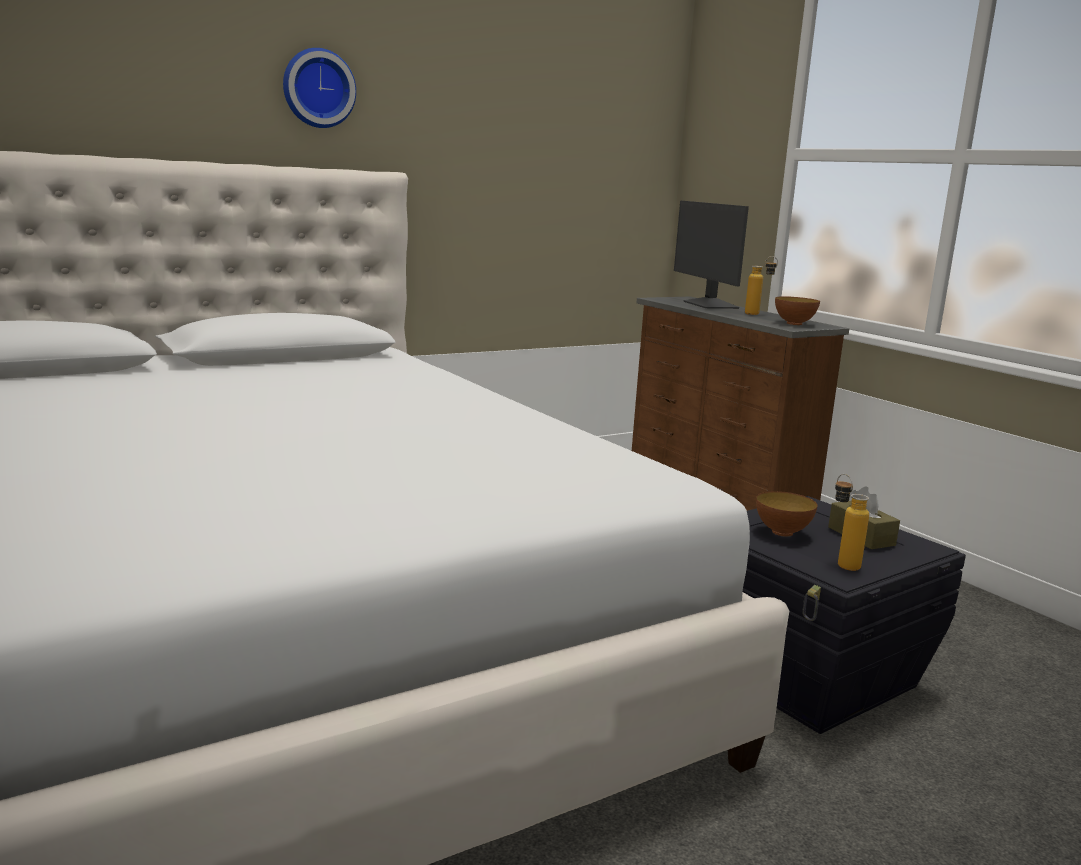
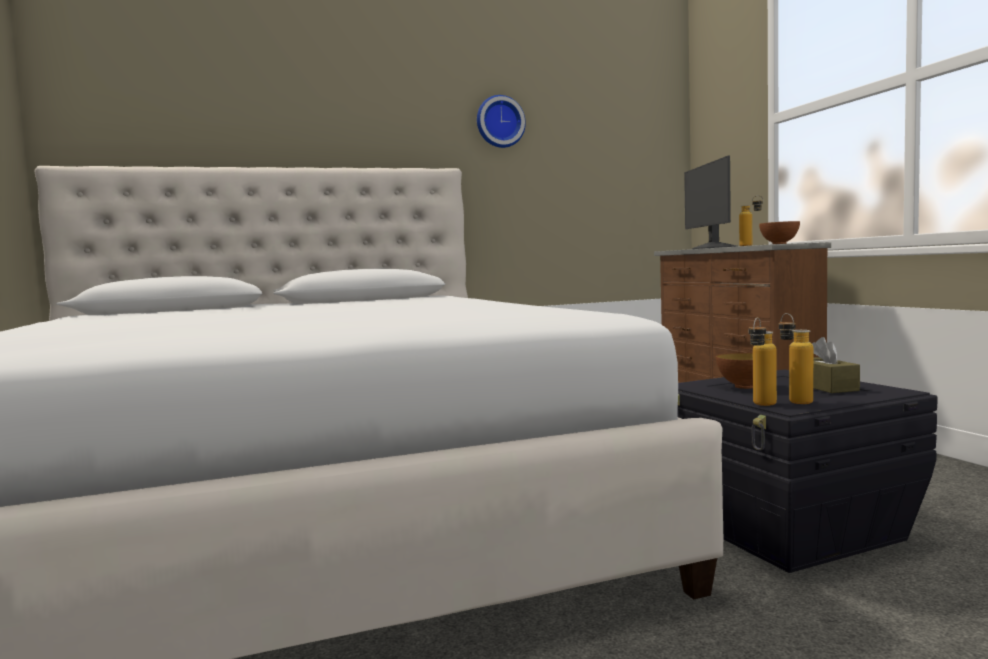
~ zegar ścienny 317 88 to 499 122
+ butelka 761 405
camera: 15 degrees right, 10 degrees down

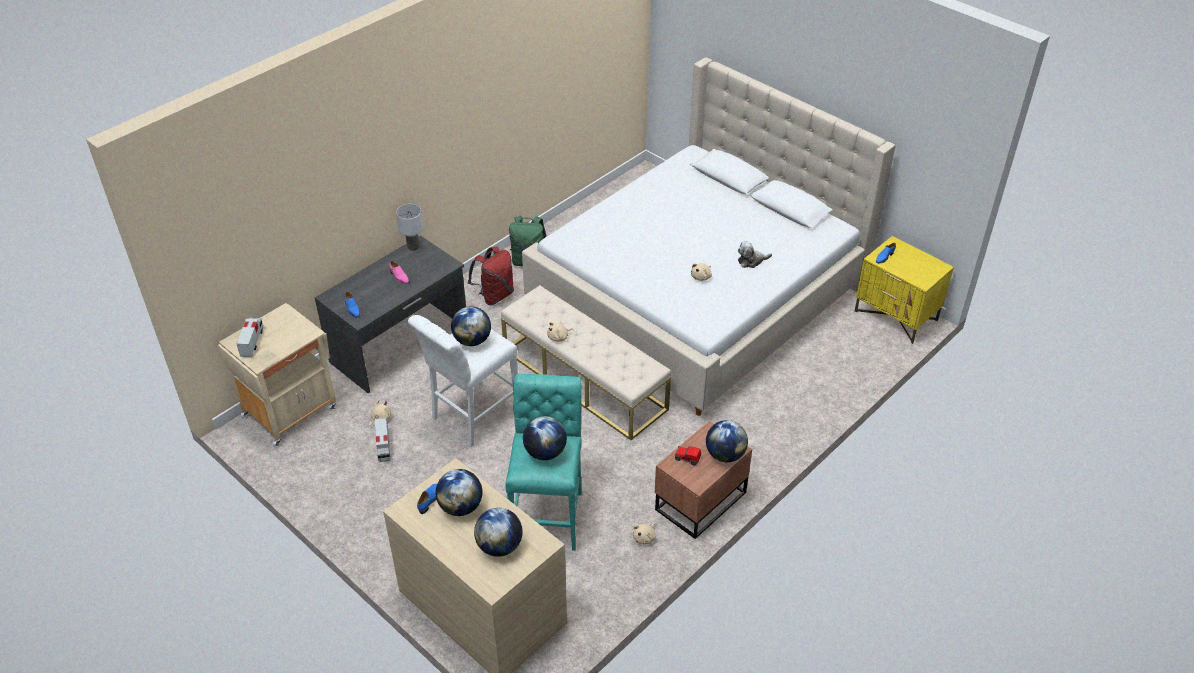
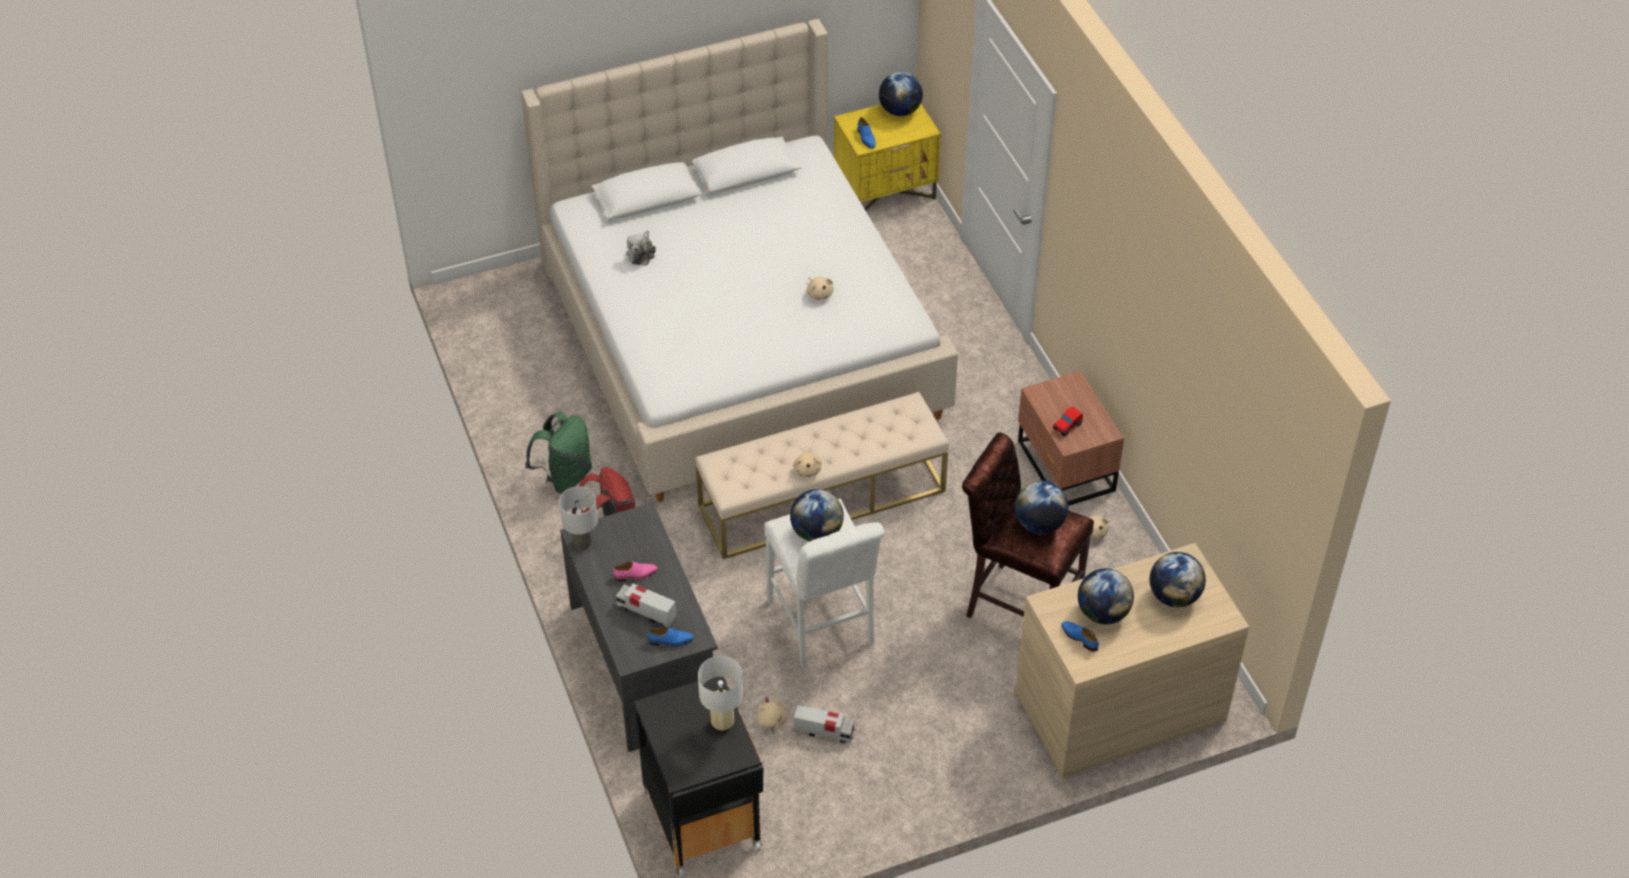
~ wózek/beżowy 291 411 to wózek/czarny 701 817
~ ciężarówka zabawkowa 252 342 to 646 612
~ stołek/turkusowy 549 514 to stołek/brązowy 1017 603
~ globus 725 455 to 900 111
~ pluszak 751 261 to 641 253
+ lampa stołowa/biały 723 723
camera: 65 degrees left, 5 degrees up

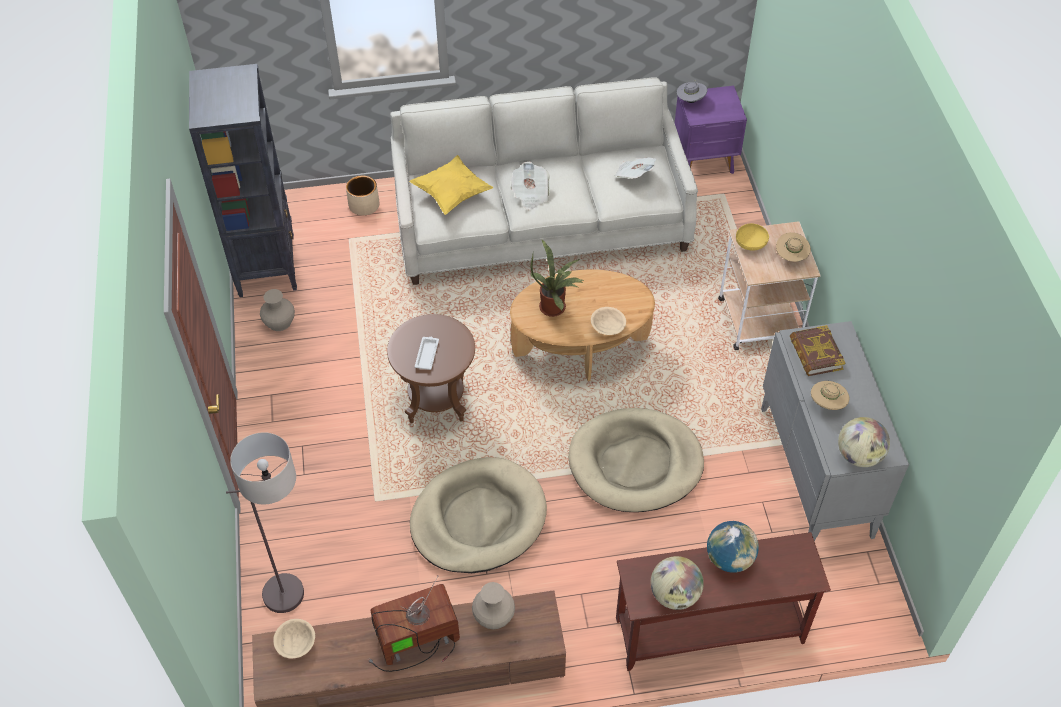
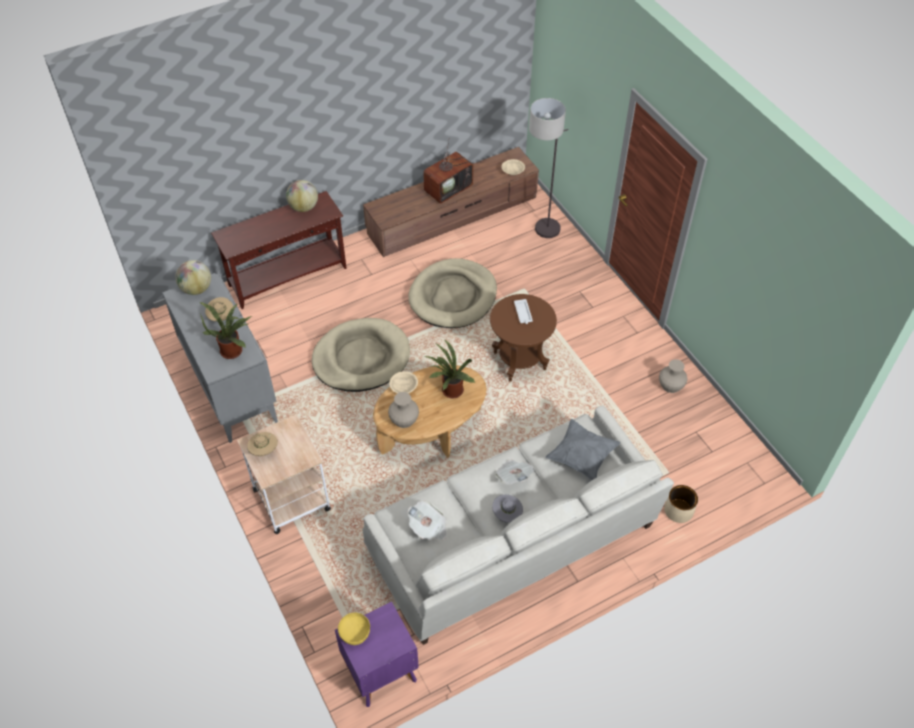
- regał/czarny 267 265
~ poduszka/żółty 452 194 to poduszka/szary 581 457
~ wazon/beżowy 494 616 to 404 419
~ kapelusz/szary 690 100 to 507 514
- globus 729 559
~ miska/żółty 751 244 to 354 632
~ książka 815 354 to roślina doniczkowa 233 350
camera: 160 degrees right, 0 degrees up

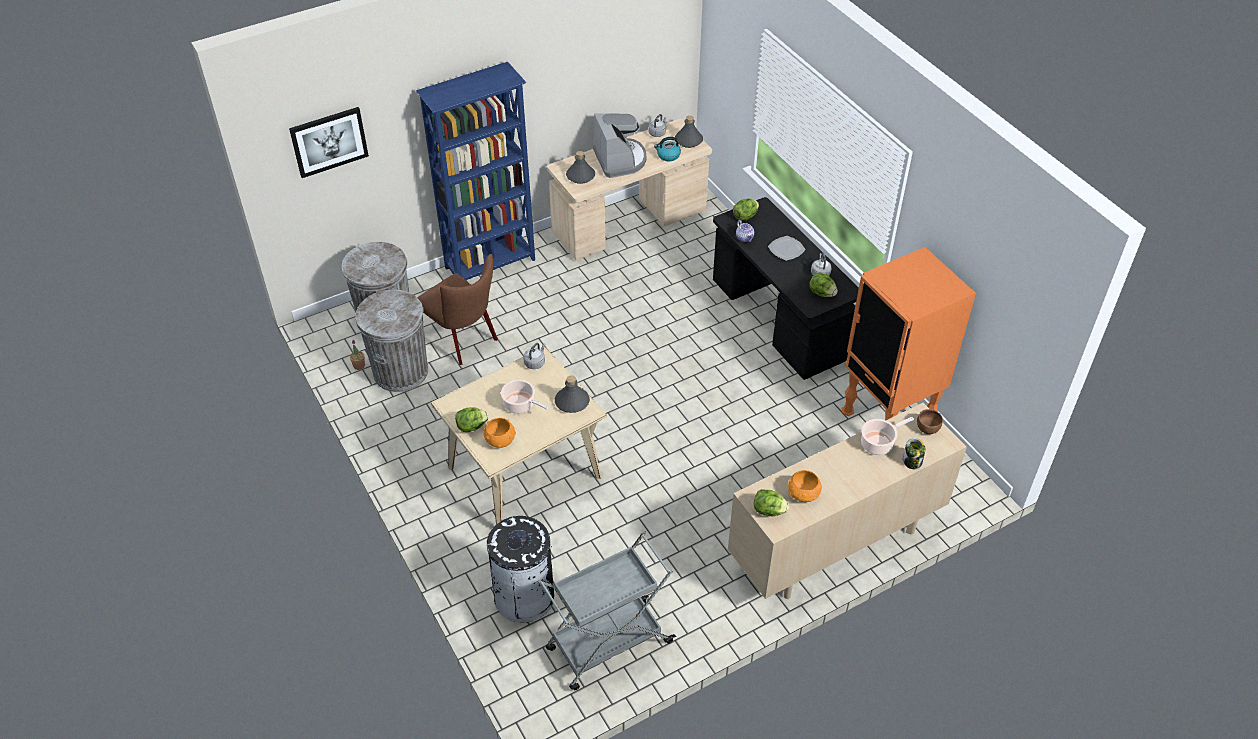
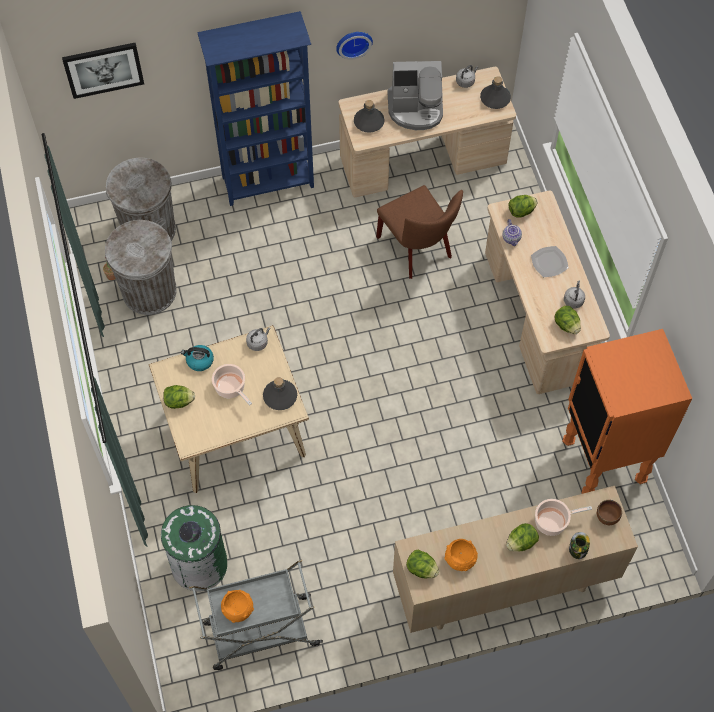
~ krzesło/brązowy 463 339 to 418 249
~ miska/pomarańczowy 500 440 to 238 609
~ kosz na śmieci/czarny 524 596 to kosz na śmieci/zielony 199 564
~ ekspres do kawy 620 160 = 416 109 90 degrees clockwise
~ czajnik 668 155 to 199 361
~ biurko/czarny 778 320 to biurko/beżowy 536 316
+ zegar ścienny 353 42
+ sałata 521 542
camera: 15 degrees right, 15 degrees up

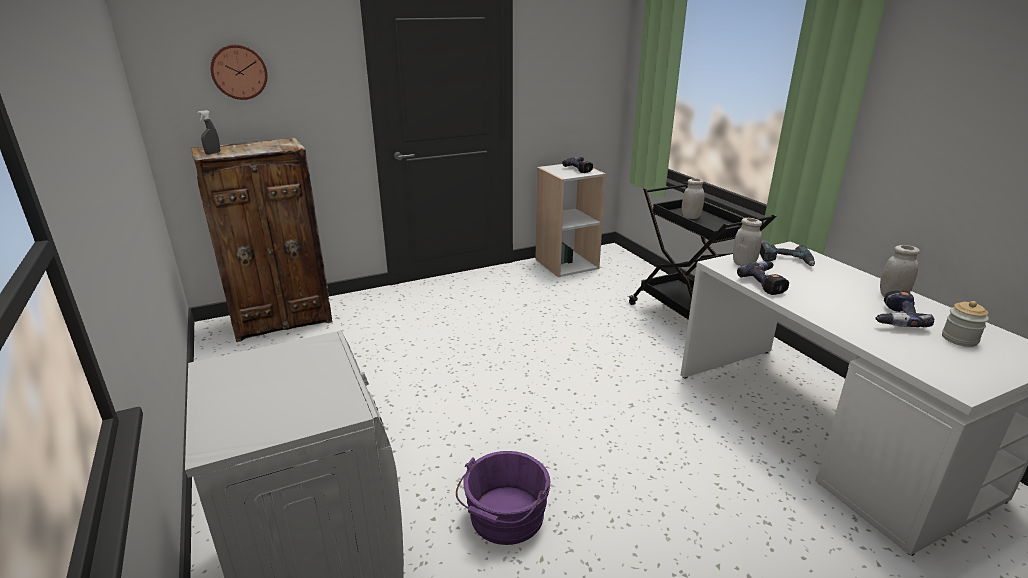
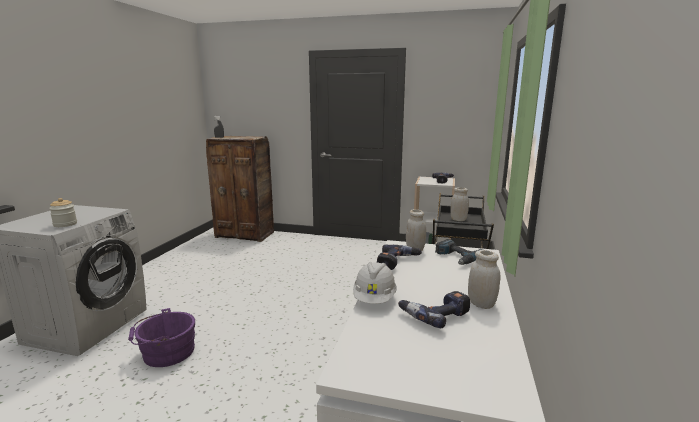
- zegar ścienny 239 72
~ słoik 959 339 to 65 224
+ kask/biały 374 299
camera: 40 degrees right, 10 degrees down

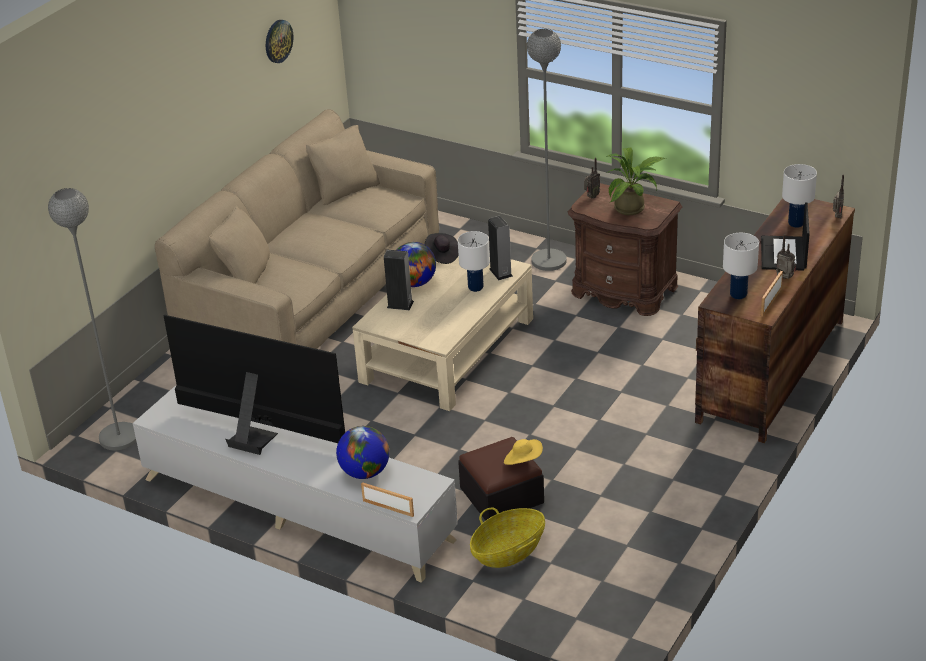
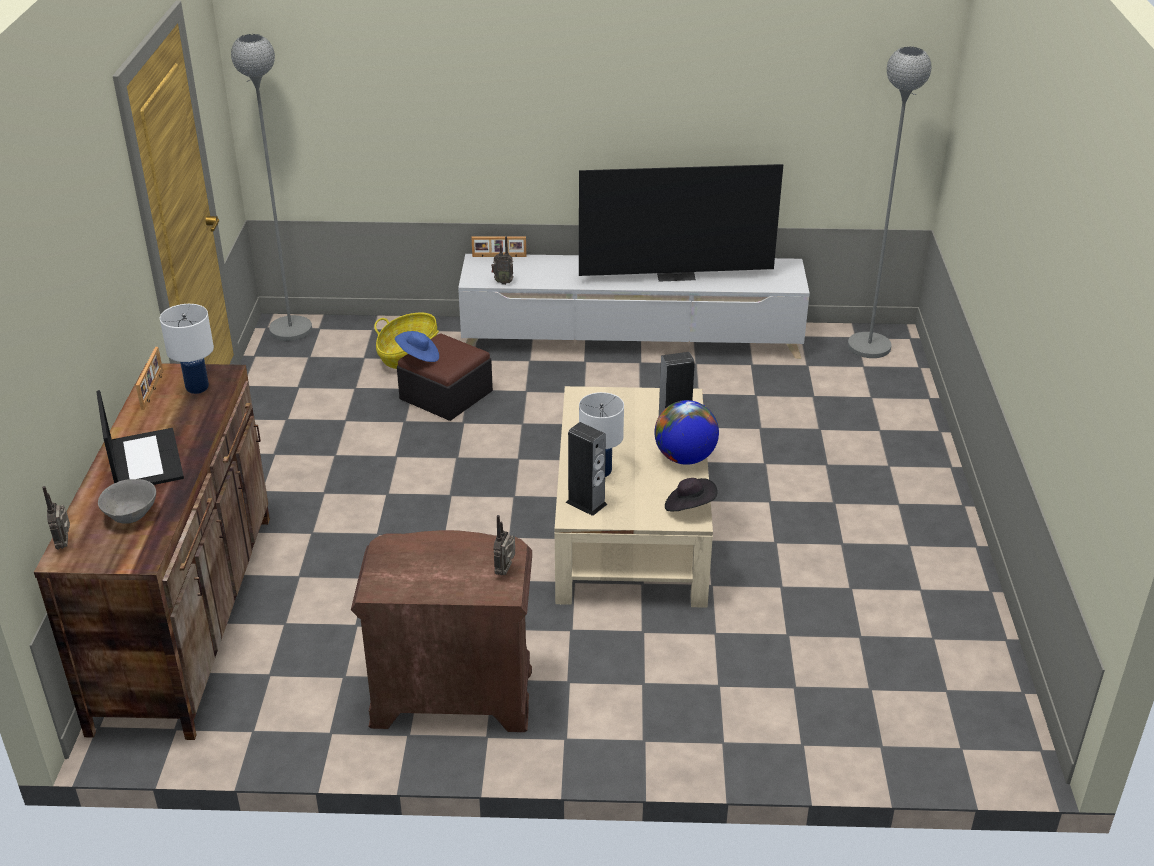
- kanapa/beżowy 314 295
- zegar ścienny 278 41
- globus 365 472
~ kapelusz/żółty 523 461 to kapelusz/niebieski 418 357
~ lampa stojąca/szary 549 261 to 290 330
- roślina doniczkowa 633 208
~ radio 784 279 to 503 282
~ lampa stołowa/biały 796 224 to miska/szary 131 514
camera: 150 degrees right, 0 degrees up

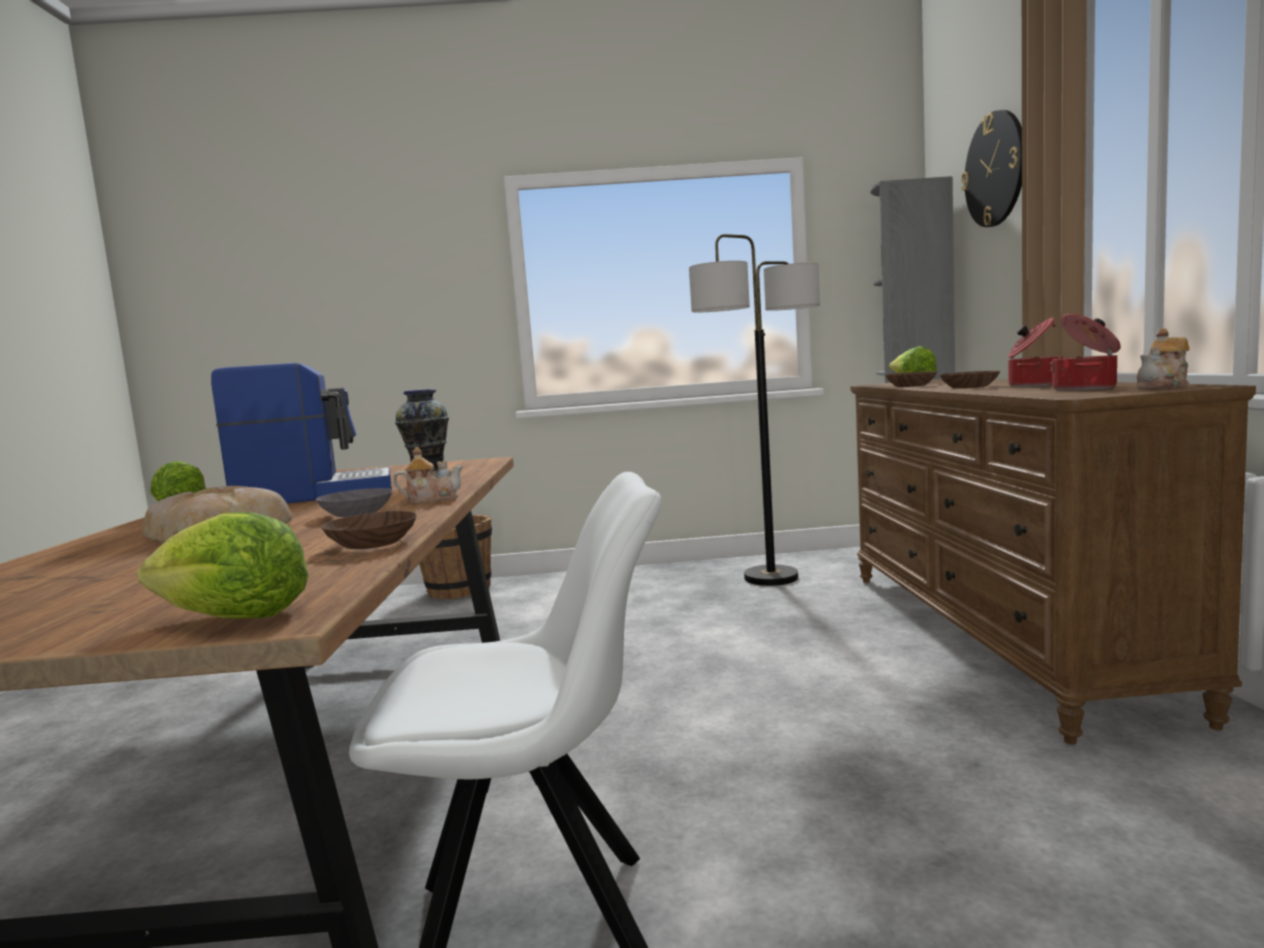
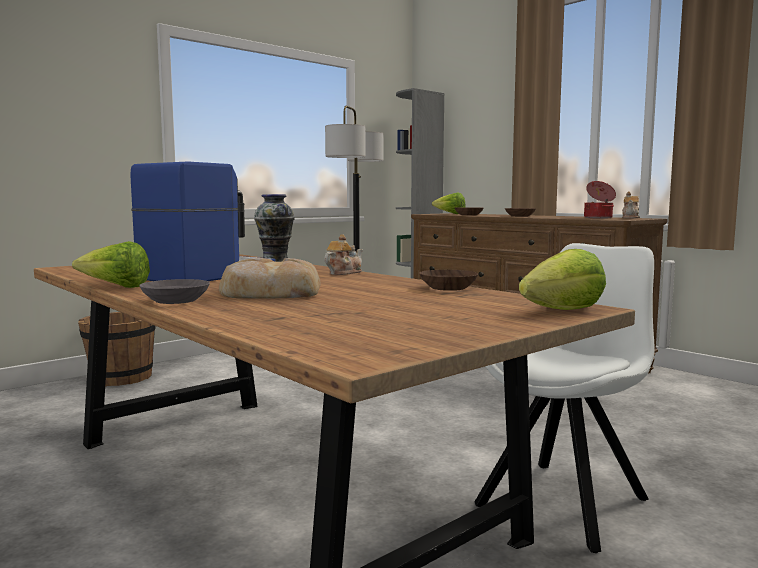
~ miska/szary 359 513 to 177 301
- zegar ścienny 995 169
- garnek 1033 385
camera: 40 degrees left, 0 degrees up

